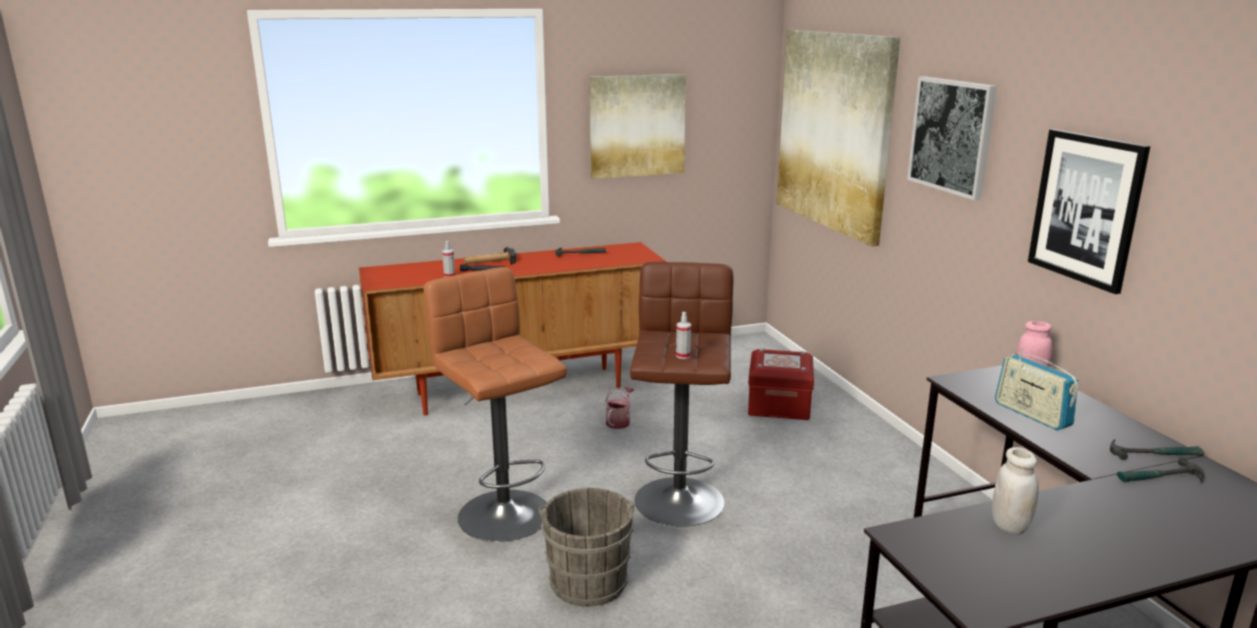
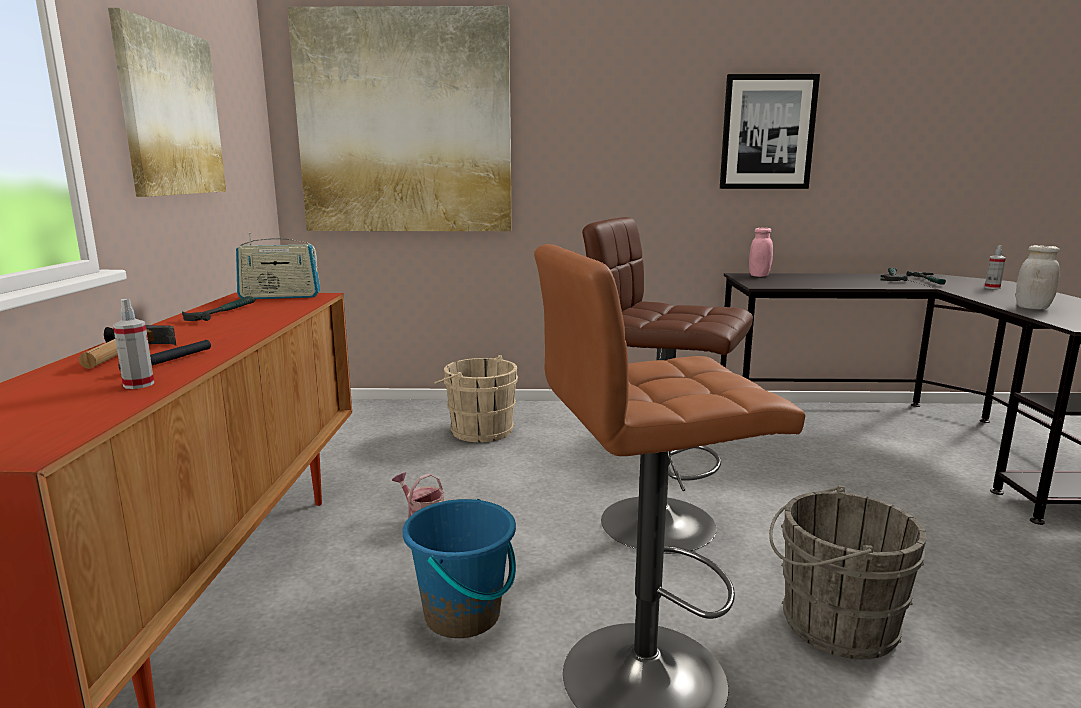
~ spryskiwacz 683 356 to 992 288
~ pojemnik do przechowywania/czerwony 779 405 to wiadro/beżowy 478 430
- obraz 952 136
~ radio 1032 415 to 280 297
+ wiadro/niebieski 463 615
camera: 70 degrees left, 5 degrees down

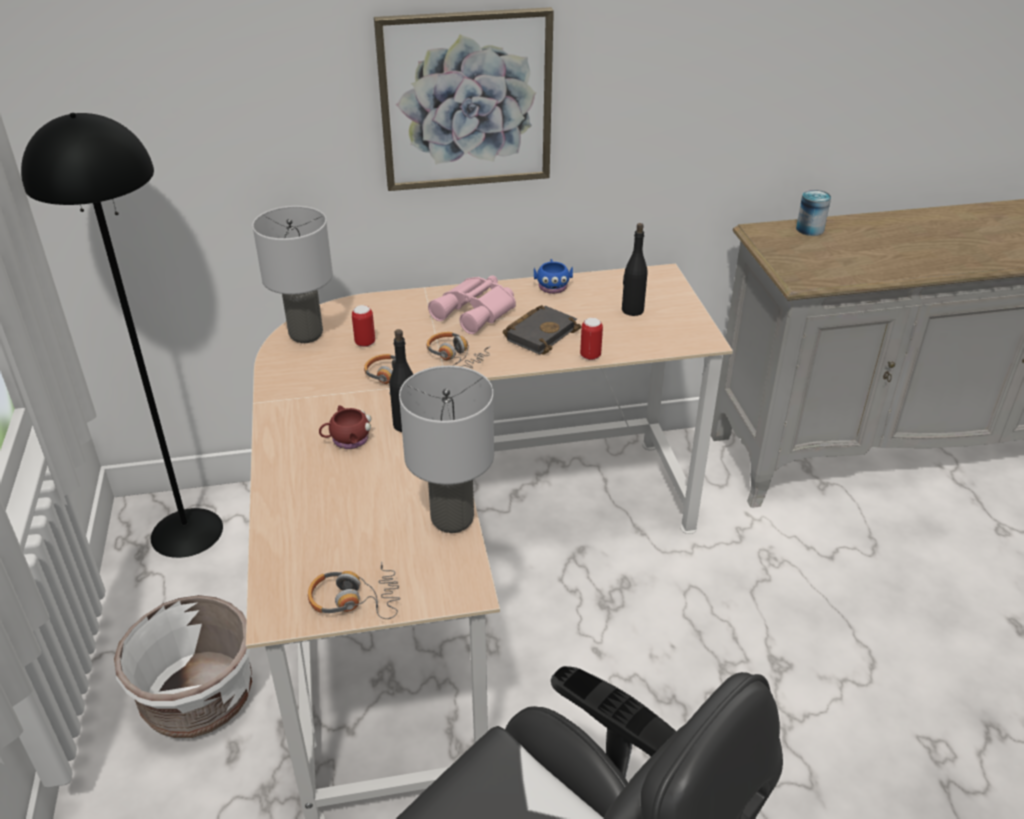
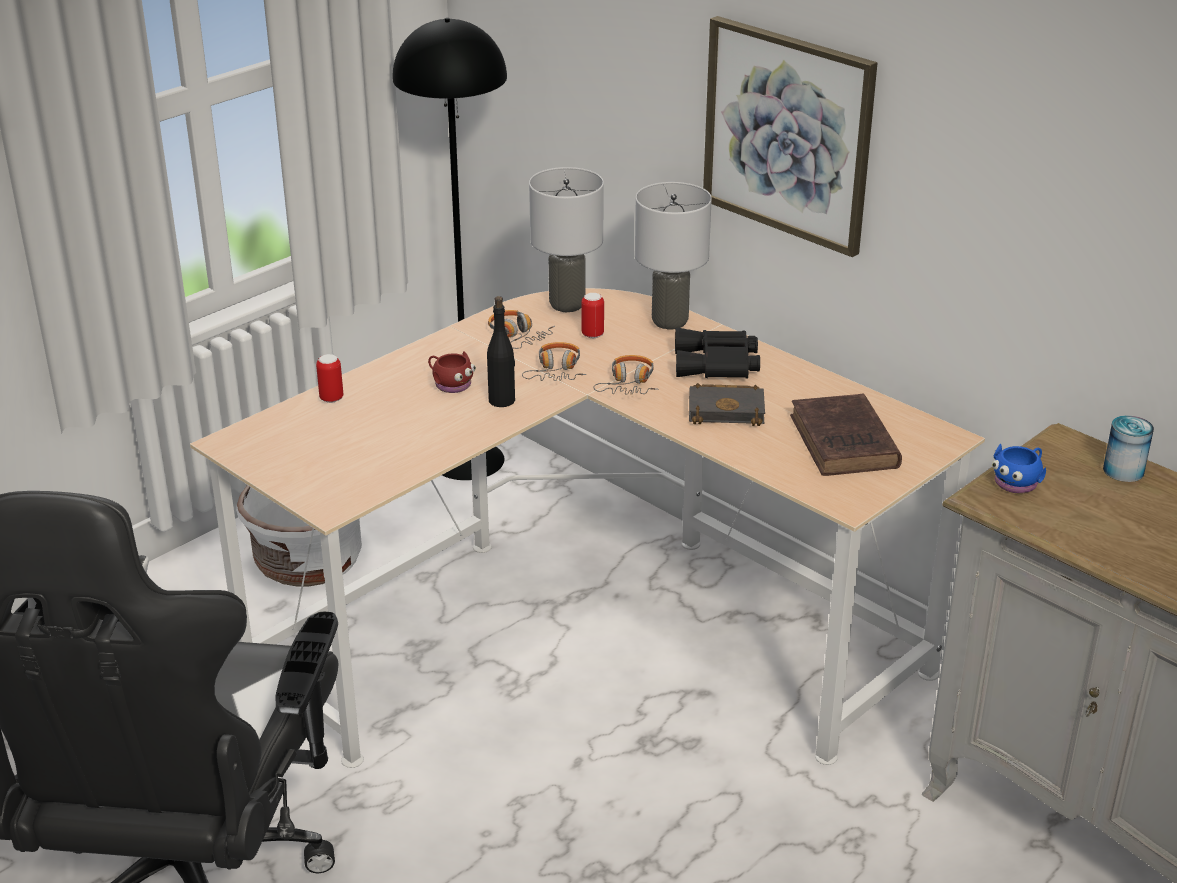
~ słuchawki 355 600 to 518 336
~ lampa stołowa/biały 451 519 to 671 321
~ lornetka/różowy 476 312 to lornetka/czarny 717 365
~ kubek/niebieski 552 285 to 1018 481
~ puszka 590 356 to 331 398
~ butelka/czarny 632 310 to książka/brązowy 845 444
camera: 55 degrees right, 5 degrees down

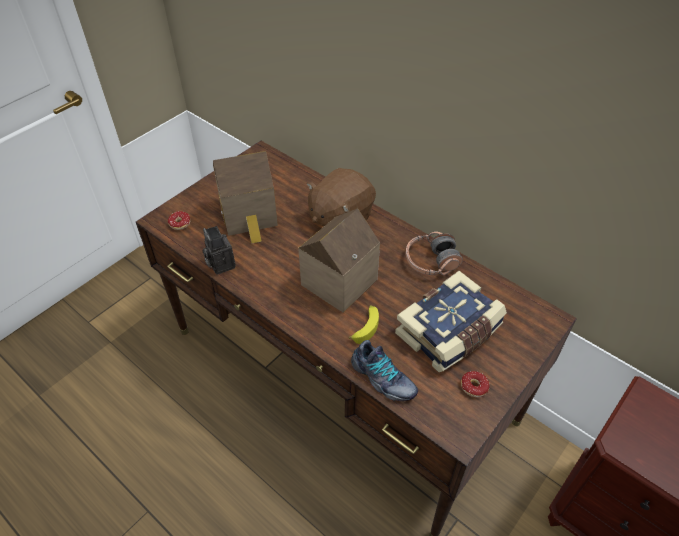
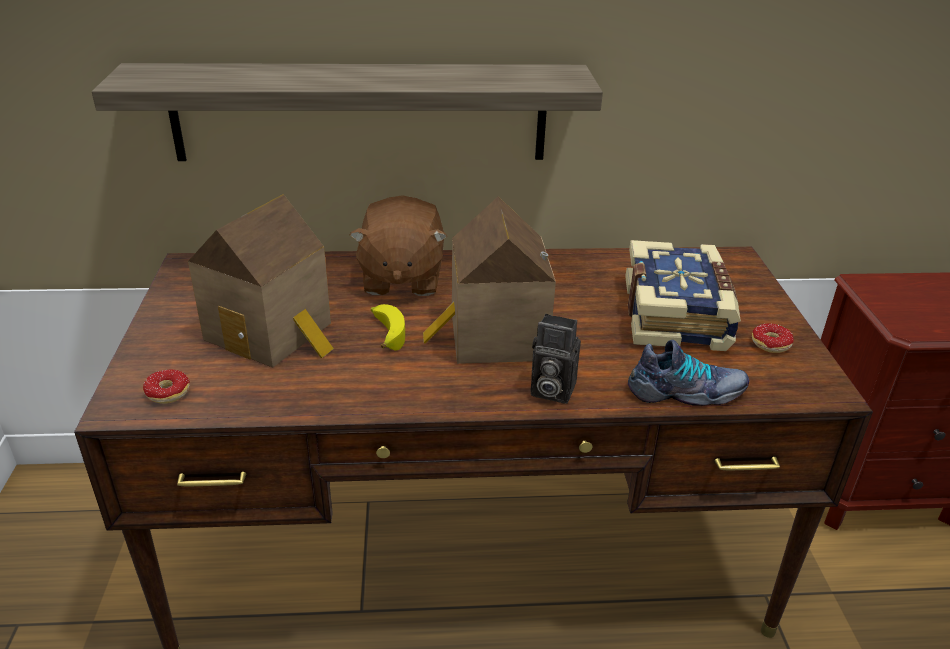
~ aparat fotograficzny 220 264 to 549 390
~ banan 365 327 to 386 333
- słuchawki 431 261
+ półka 360 112
camera: 45 degrees left, 15 degrees down

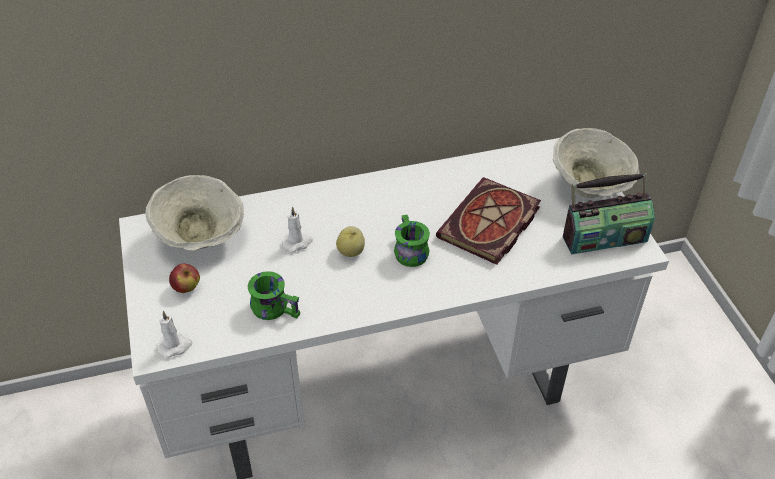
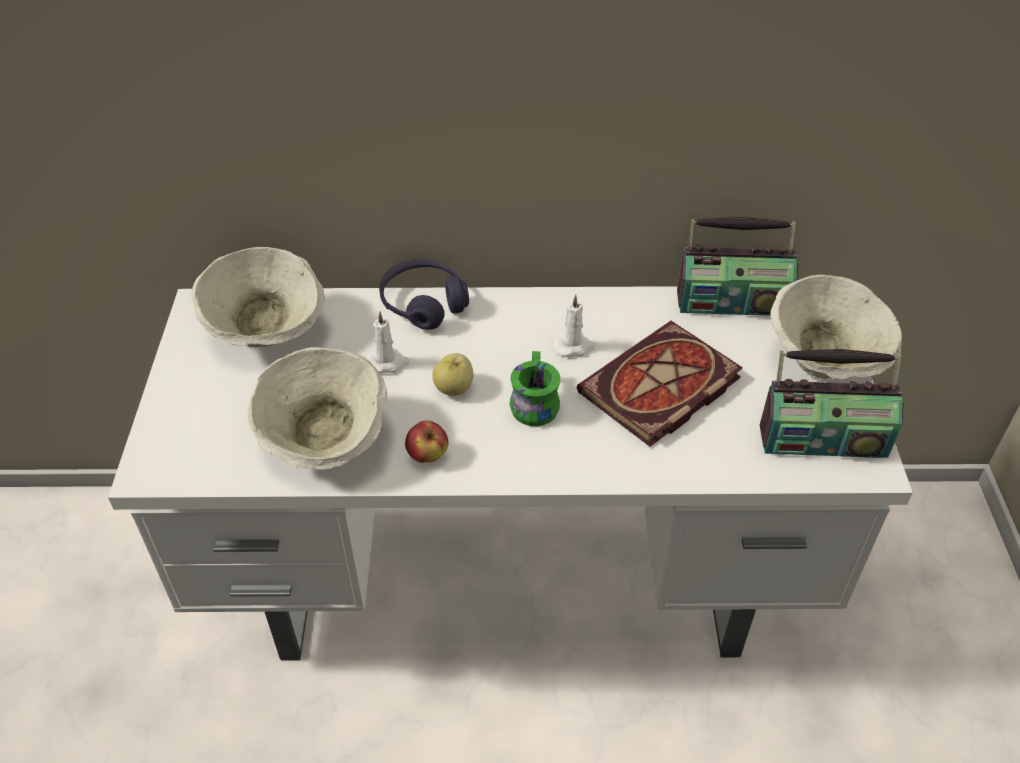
~ świeca/biały 175 346 to 574 346
~ jabłko 186 288 to 427 455
~ kubek/zielony 276 306 to miska/beżowy 326 443
+ słuchawki/fioletowy 423 304
+ radio 731 301
camera: 15 degrees right, 0 degrees up

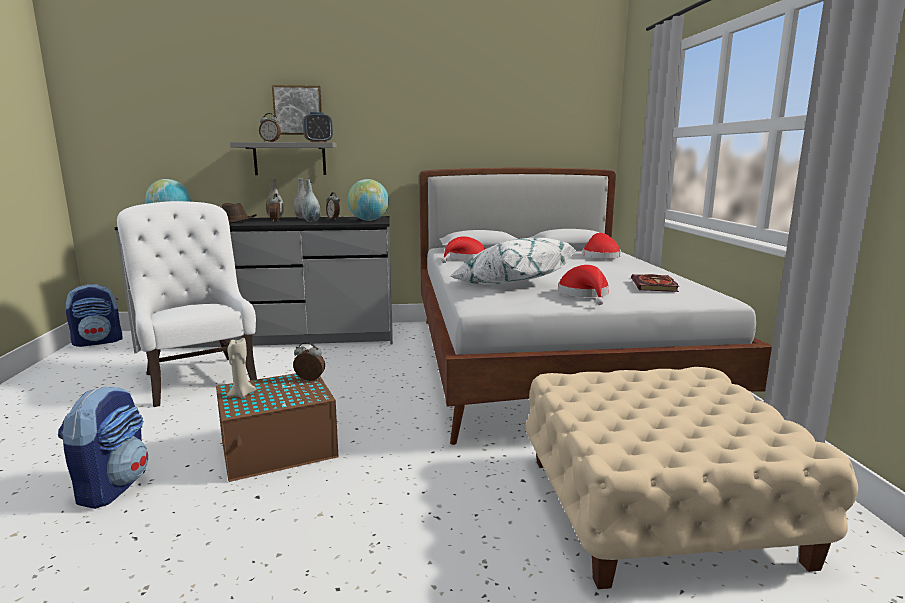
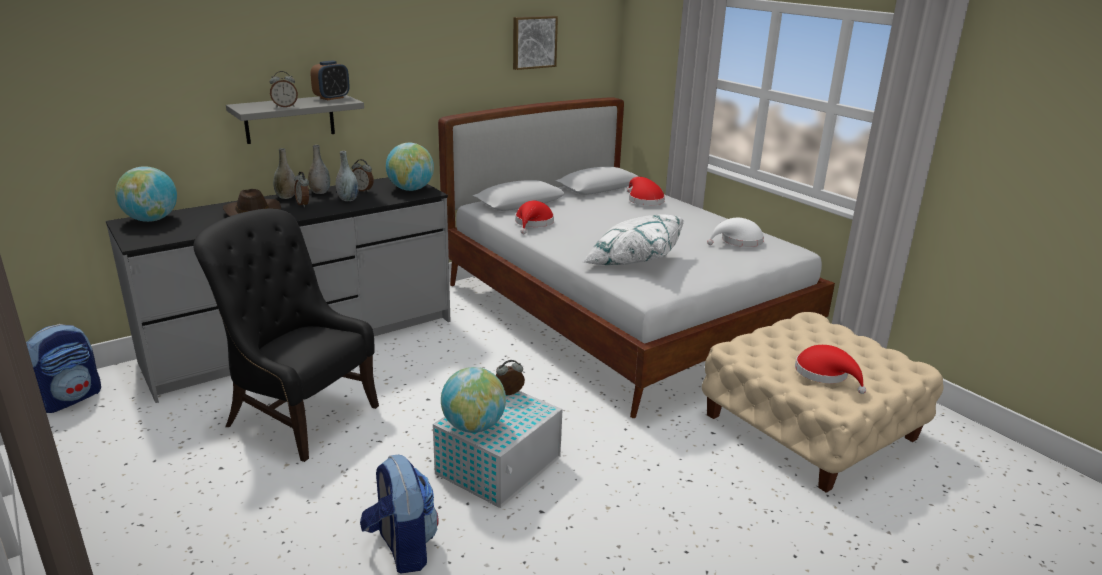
~ krzesło/biały 198 379 to krzesło/czarny 300 416
~ pojemnik do przechowywania/brązowy 280 449 to pojemnik do przechowywania/biały 500 465
~ świeca/beżowy 241 394 to globus 473 426
~ obraz 298 110 to 533 42
~ kapelusz/czerwony 585 294 to 825 374
~ książka 655 286 to kapelusz/biały 738 241
camera: 30 degrees left, 10 degrees up

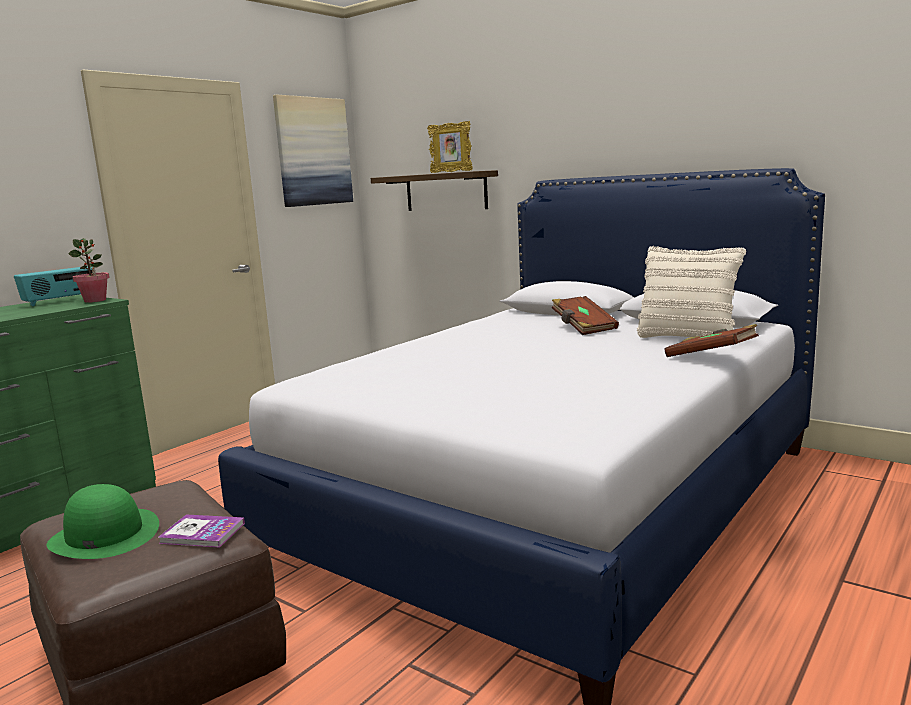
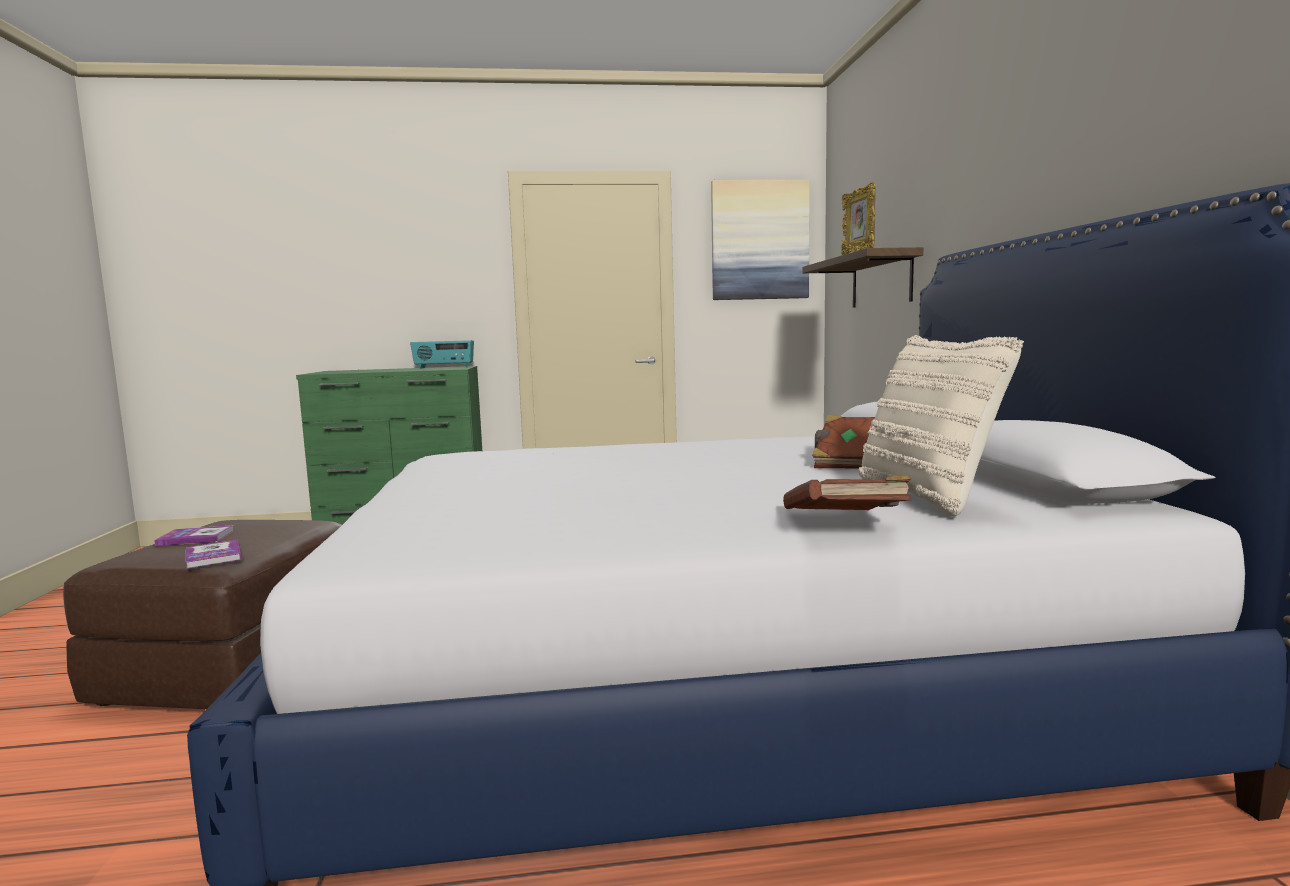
~ kapelusz/zielony 104 535 to książka 196 538
- roślina doniczkowa 95 300
camera: 45 degrees right, 5 degrees down

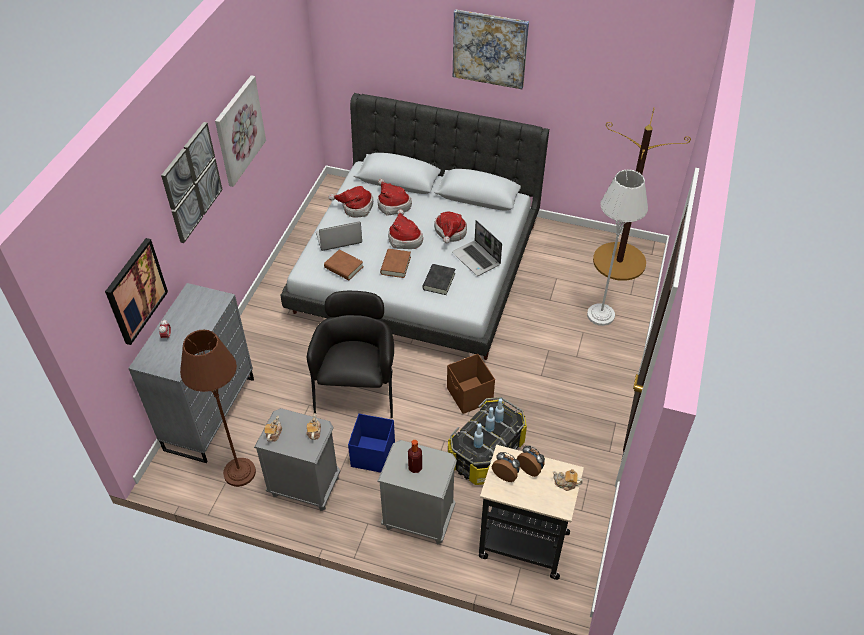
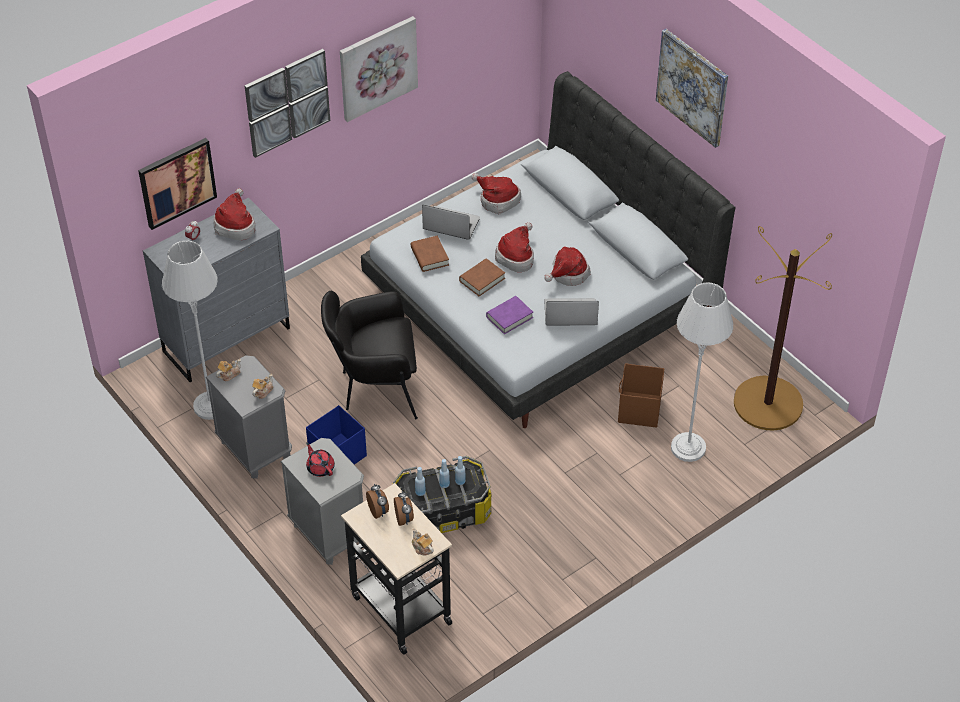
~ lampa stojąca/brązowy 239 472 to lampa stojąca/szary 210 406
~ fotel/czarny 357 389 = 375 388 135 degrees counterclockwise
~ kapelusz 392 204 to 235 225
~ butelka 415 467 to imbryk/czerwony 320 467
~ książka/czarny 439 281 to książka/fioletowy 509 317
~ pojemnik do przechowywania/brązowy 469 396 to 639 410
~ laptop 477 259 = 569 314 90 degrees clockwise
camera: 35 degrees right, 0 degrees up

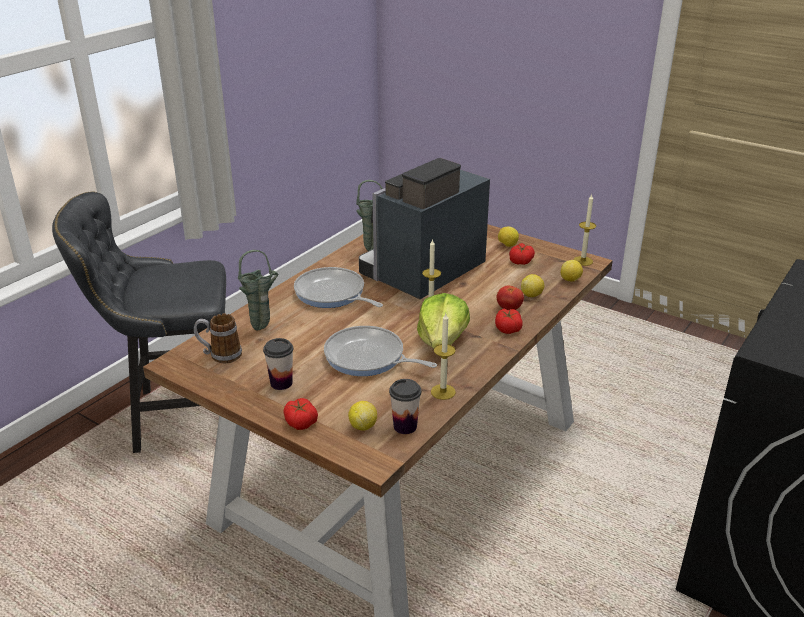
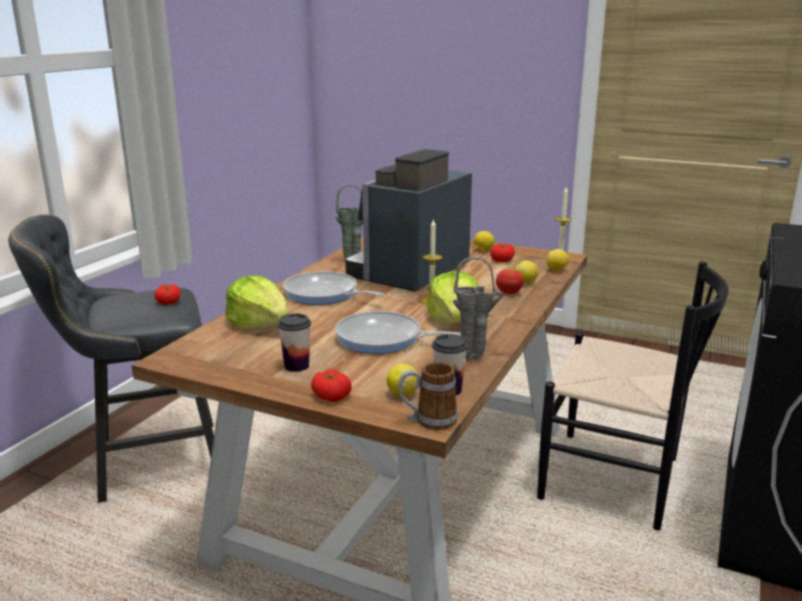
~ kubek 220 355 to 428 421
~ wazon/zielony 263 328 to sałata 259 324
~ świeca 443 392 to wazon/szary 475 359
~ pomidor 507 328 to 168 302
+ krzesło/czarny 616 481
camera: 10 degrees left, 10 degrees down

